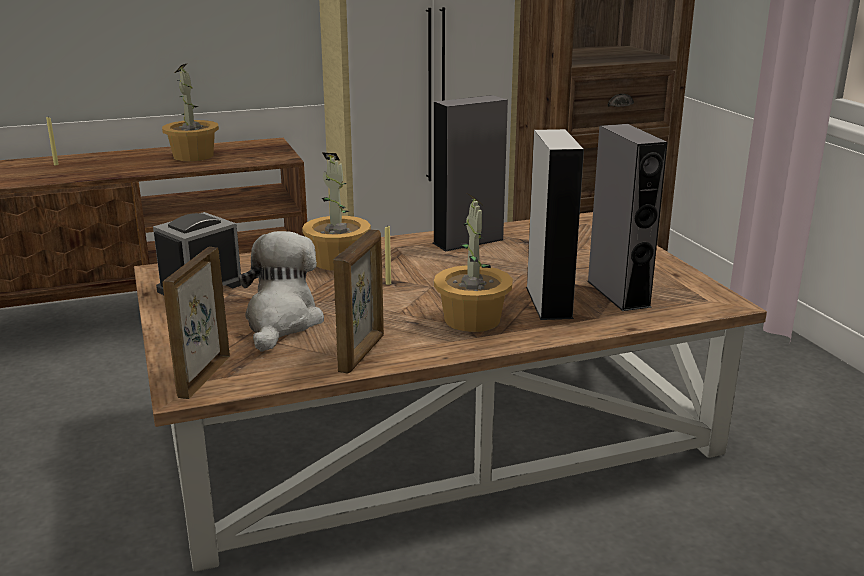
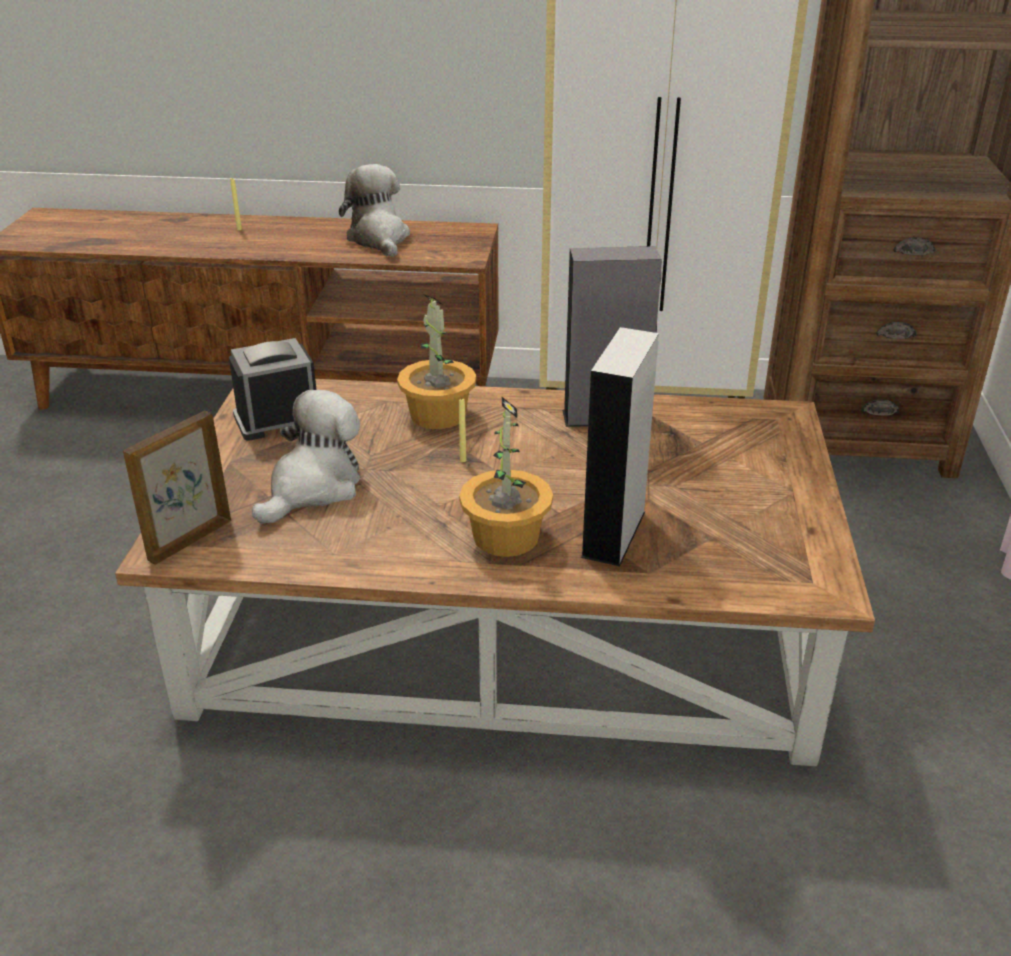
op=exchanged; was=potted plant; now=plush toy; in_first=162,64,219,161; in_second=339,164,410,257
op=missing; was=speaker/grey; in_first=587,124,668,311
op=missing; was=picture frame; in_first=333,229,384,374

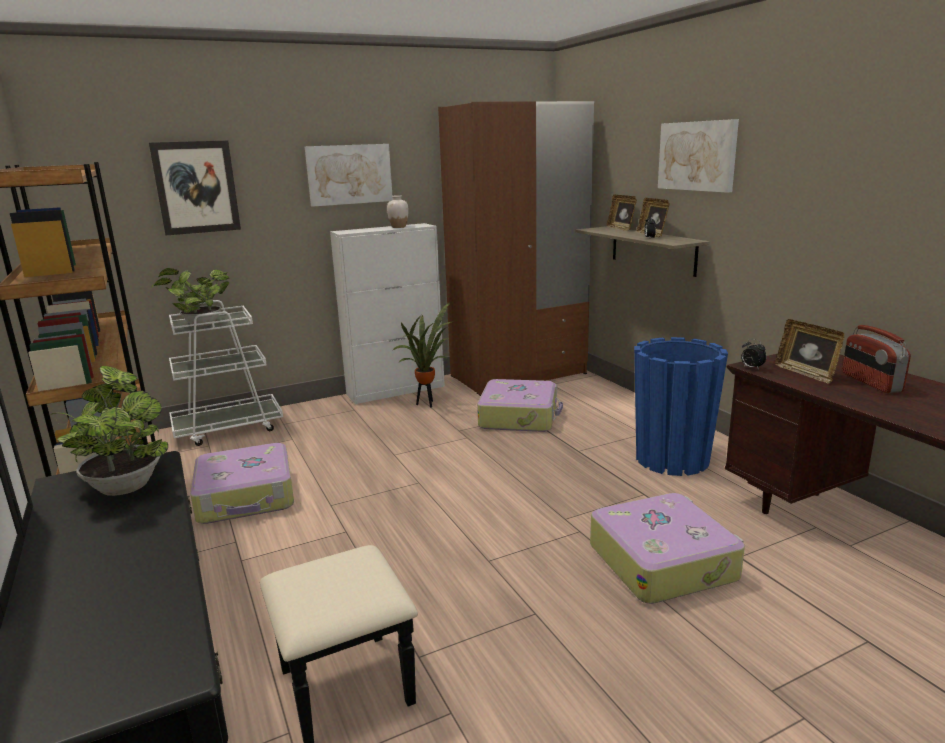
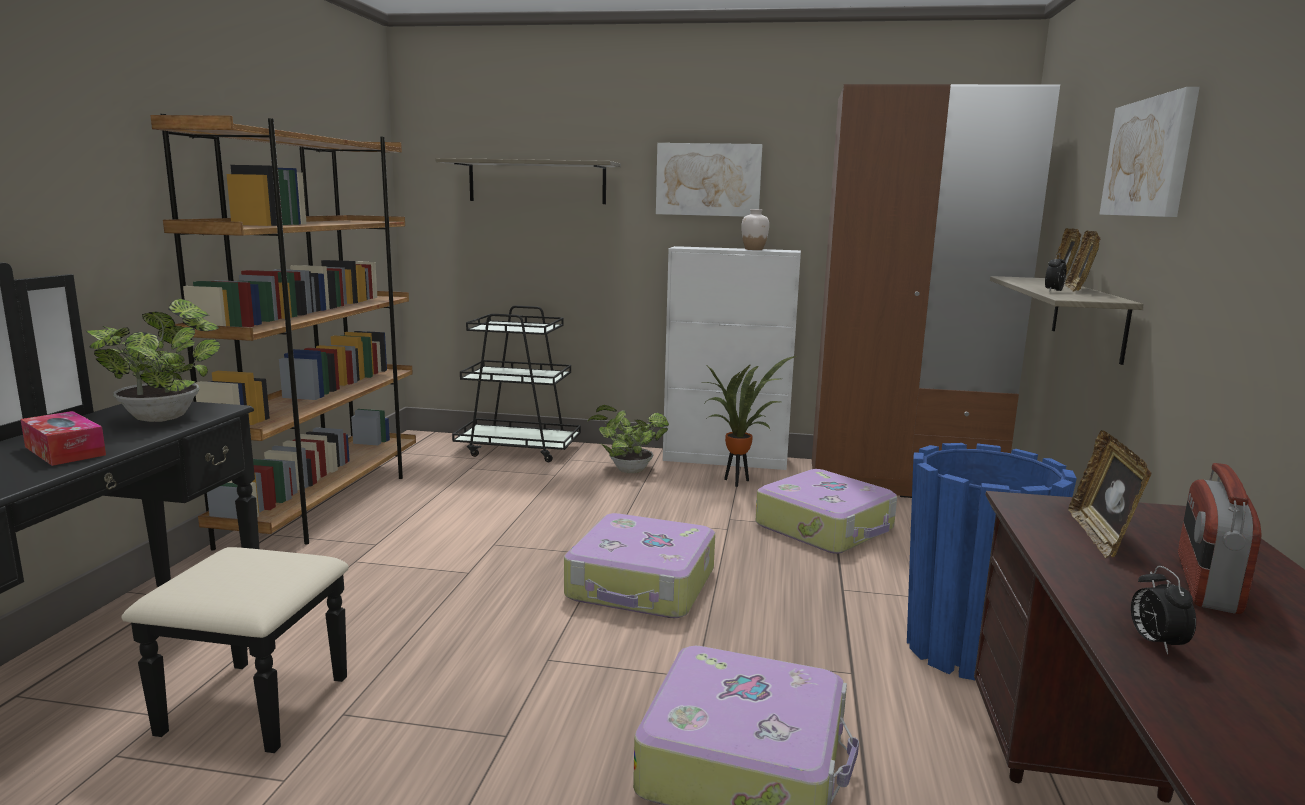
op=exchanged; was=picture; now=shelf; in_first=149,140,241,235; in_second=435,158,621,204
op=relocated; was=potted plant; in_first=152,268,230,327; in_second=587,405,669,473
op=colour; was=cart/white; now=cart/black; in_first=169,300,283,446; in_second=452,306,581,462
op=relocated; was=alarm clock; in_first=741,339,767,370; in_second=1131,566,1196,654
op=relocated; was=suitcase; in_first=190,443,294,524; in_second=564,513,715,618
op=appeared; now=tissue box; in_second=20,411,106,466

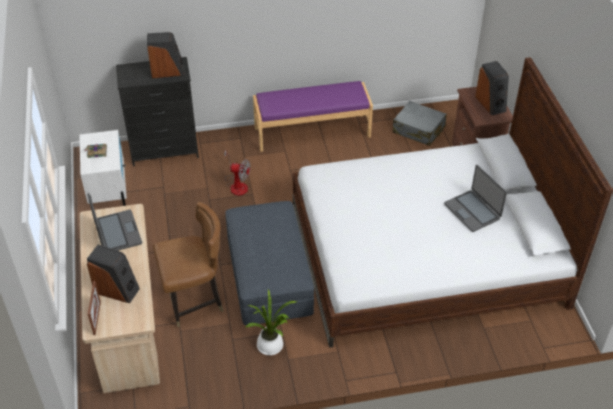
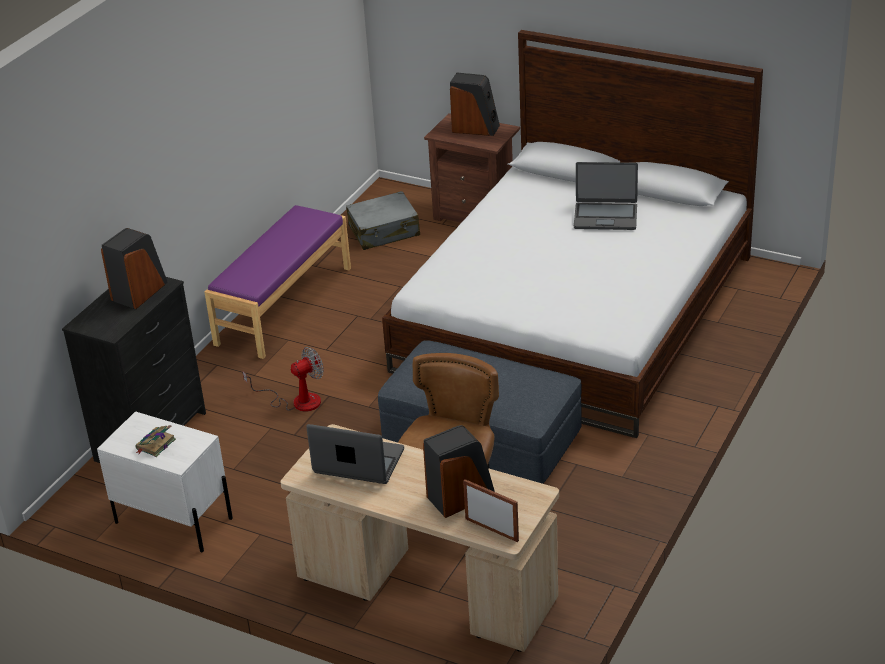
op=missing; was=potted plant; in_first=245,290,297,355

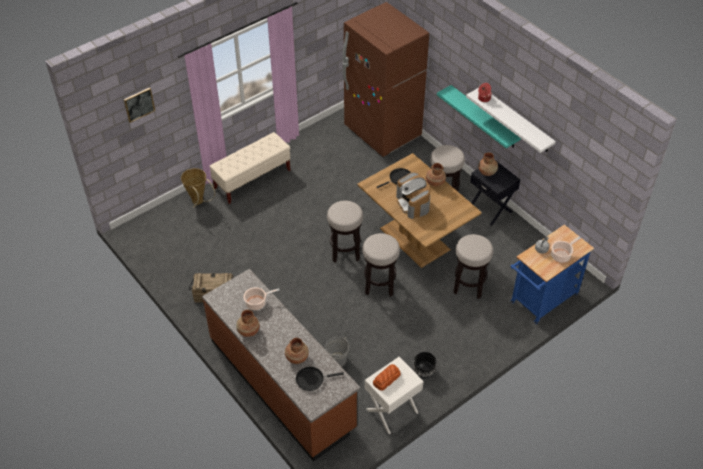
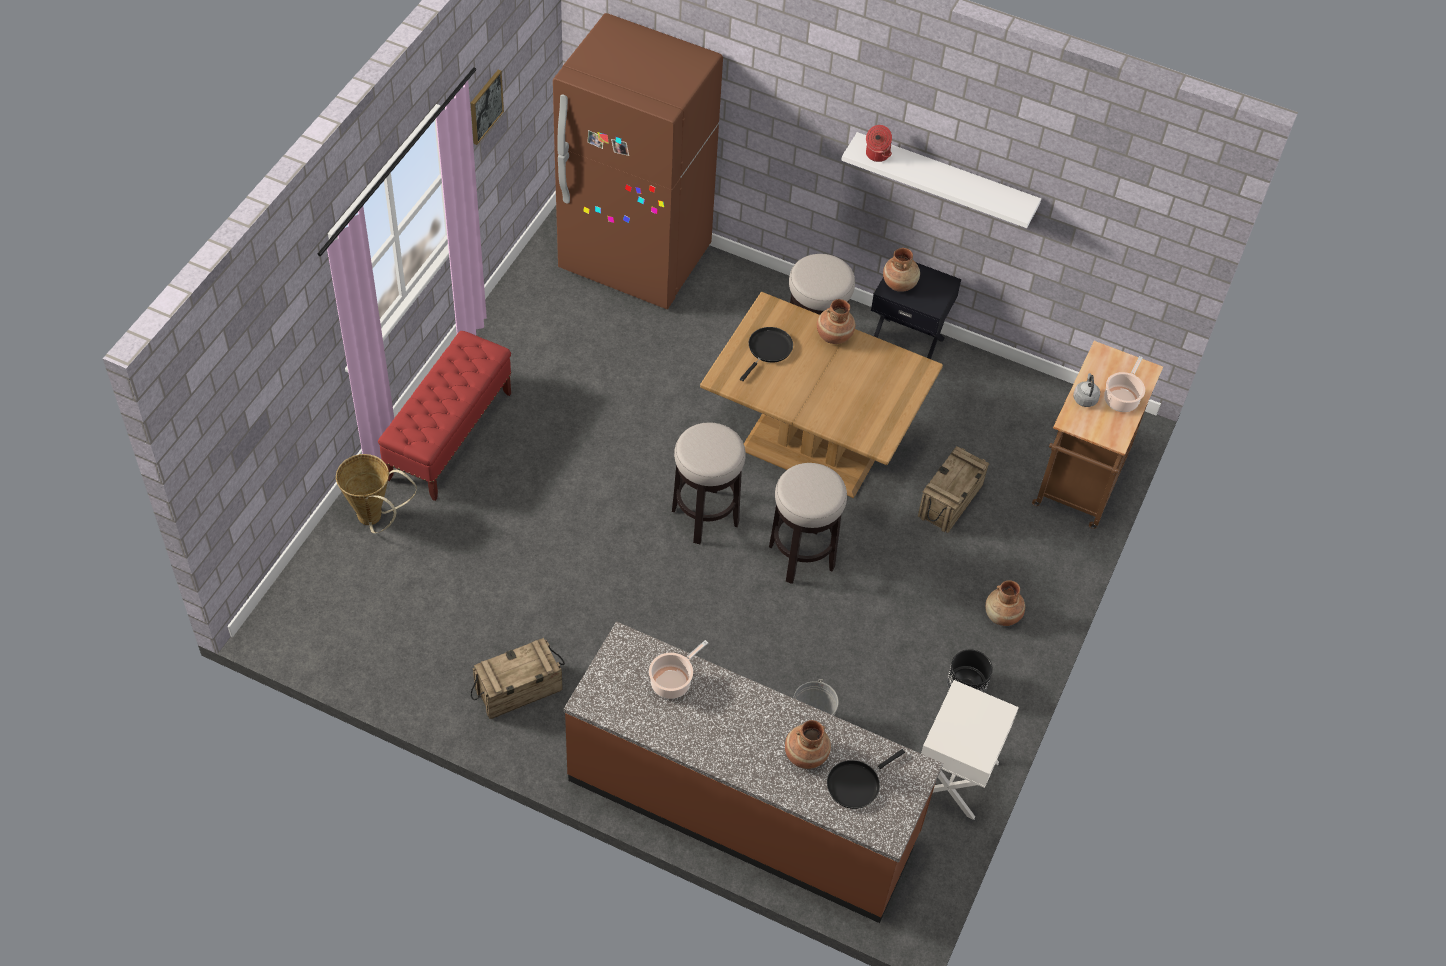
op=missing; was=shelf/turquoise; in_first=437,85,521,148
op=relocated; was=picture; in_first=124,88,155,123; in_second=471,70,504,145
op=colour; was=bench/beige; now=bench/red; in_first=210,132,291,204; in_second=378,331,511,501
op=missing; was=coffee machine; in_first=396,172,430,219
op=colour; was=cart/blue; now=cart/brown; in_first=510,225,594,324; in_second=1032,341,1163,529
op=exchanged; was=stool; now=crate; in_first=453,234,493,299; in_second=918,446,990,533
op=relocated; was=vase/brown; in_first=236,310,260,337; in_second=985,580,1025,626
op=missing; was=bread; in_first=373,364,401,390

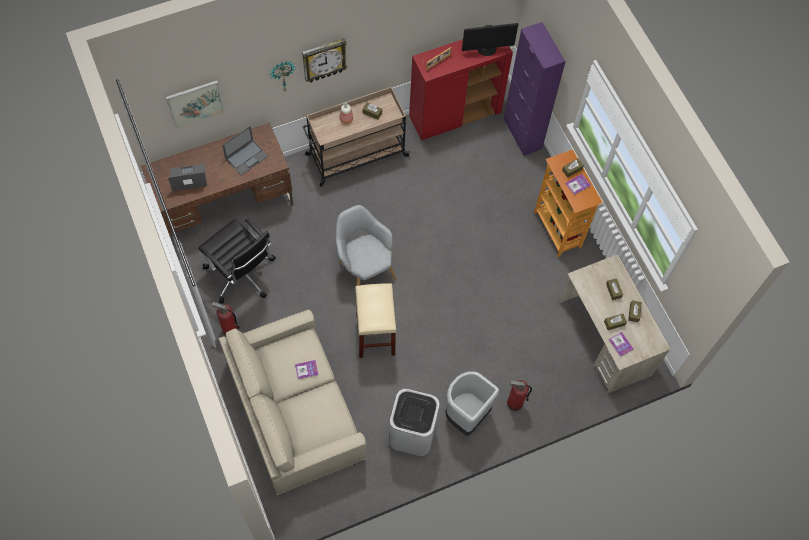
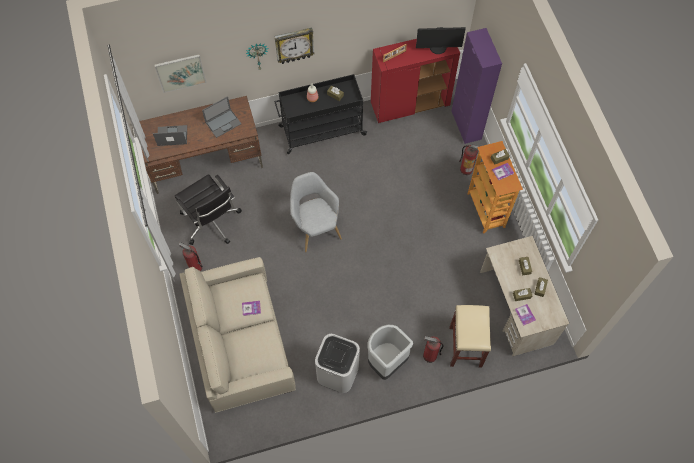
op=colour; was=cart/beige; now=cart/black; in_first=302,87,411,187; in_second=274,74,368,154
op=relocated; was=stool/beige; in_first=355,283,397,358; in_second=449,305,491,368
op=appeared; now=fire extinguisher; in_second=459,144,479,175

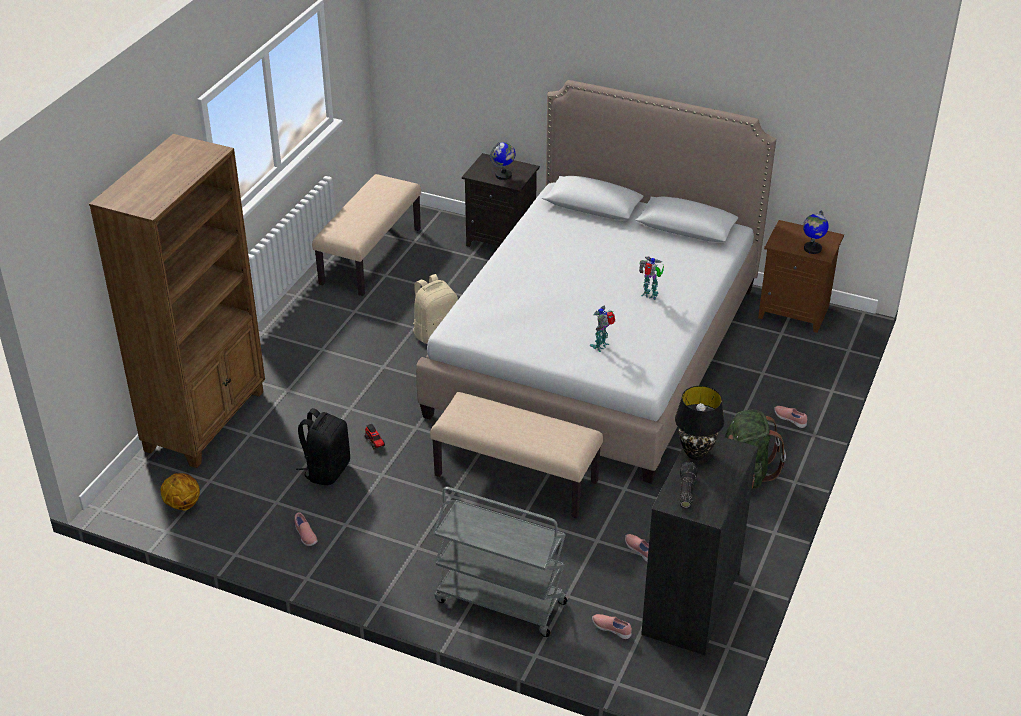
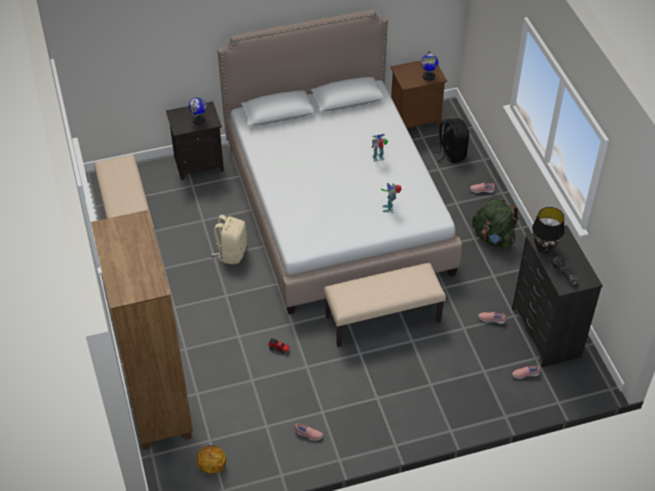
op=relocated; was=backpack/black; in_first=296,408,350,485; in_second=433,118,469,163
op=missing; was=cart/grey; in_first=433,487,568,637

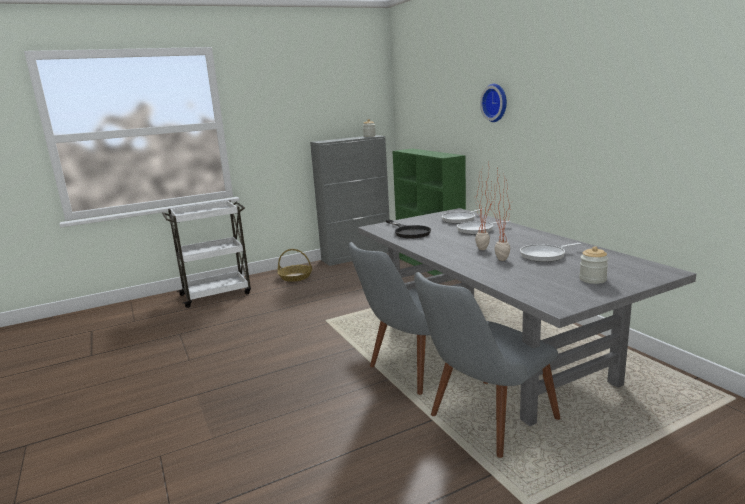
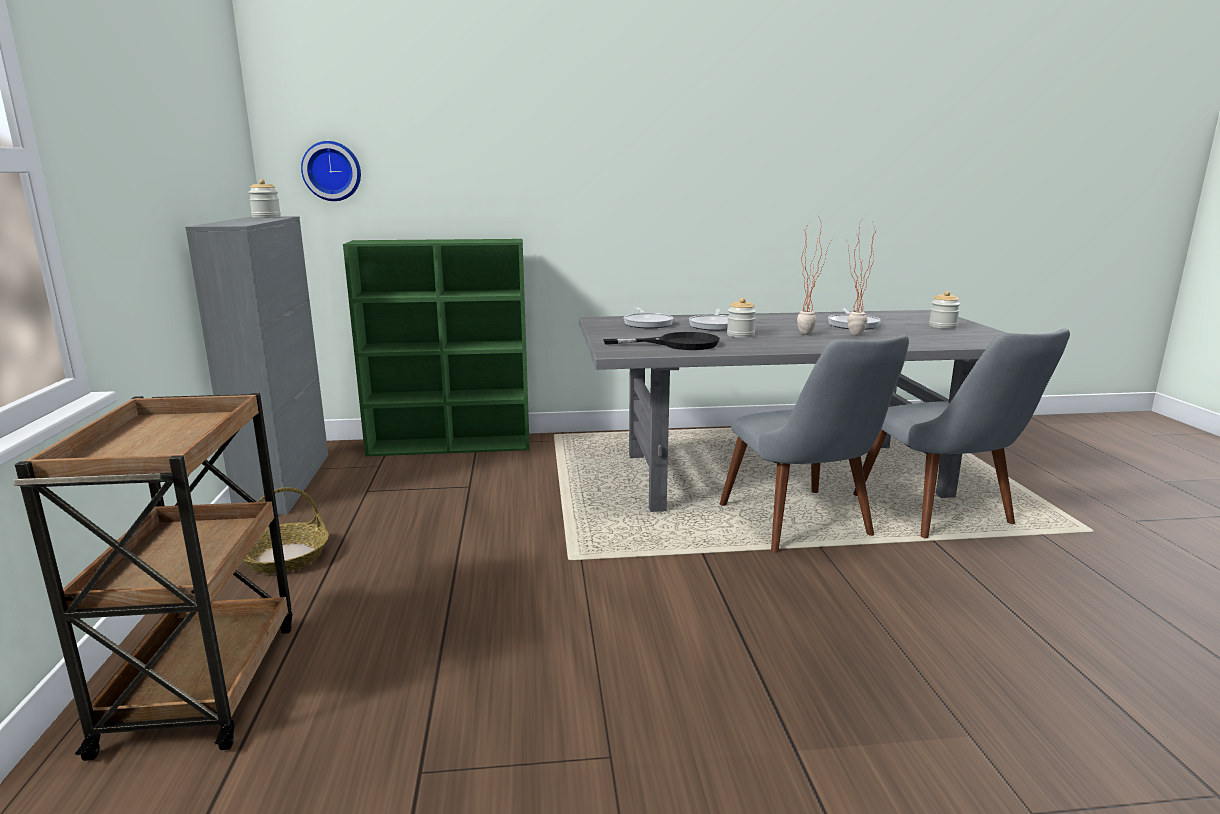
op=relocated; was=wall clock; in_first=480,84,507,122; in_second=301,141,361,201
op=colour; was=cart/white; now=cart/brown; in_first=162,200,251,308; in_second=14,393,292,761
op=appeared; now=jar; in_second=727,298,756,338

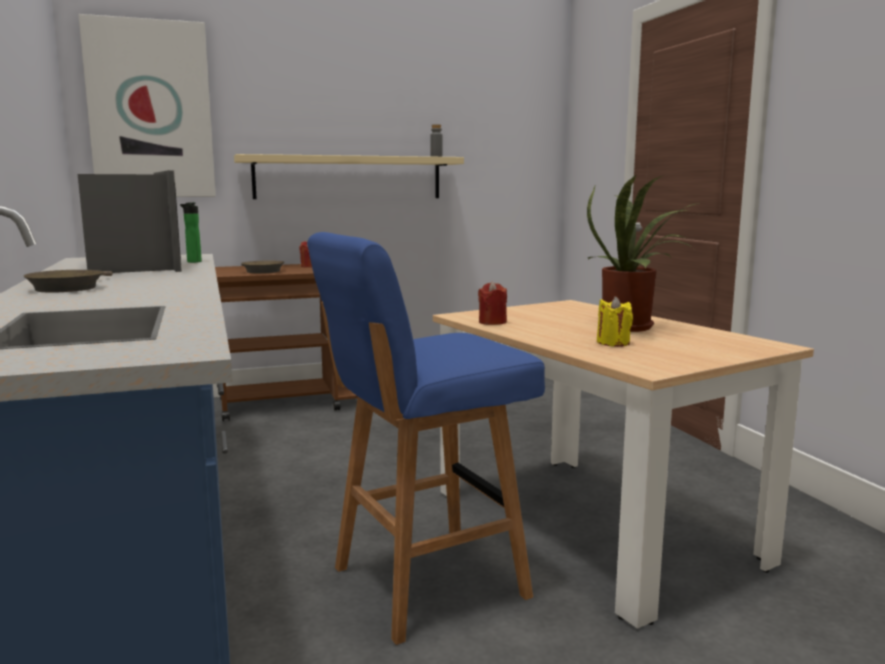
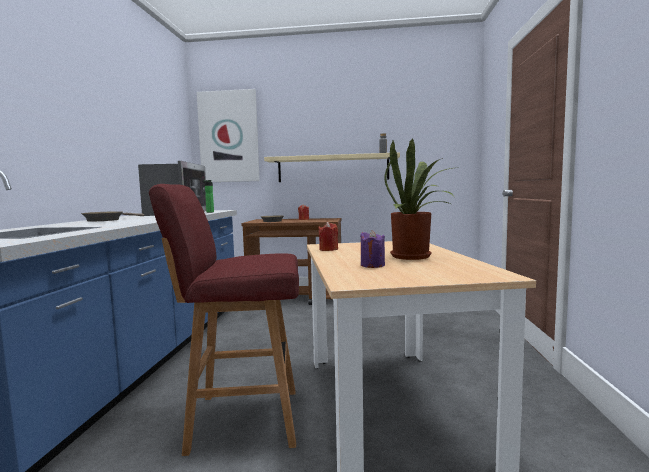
op=colour; was=stool/blue; now=stool/red; in_first=307,232,545,645; in_second=149,184,299,456
op=colour; was=candle/yellow; now=candle/purple; in_first=597,296,633,347; in_second=360,230,385,268

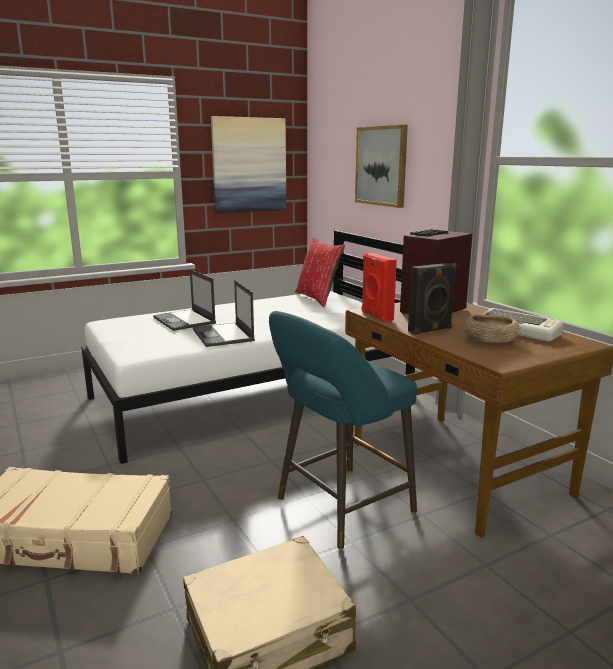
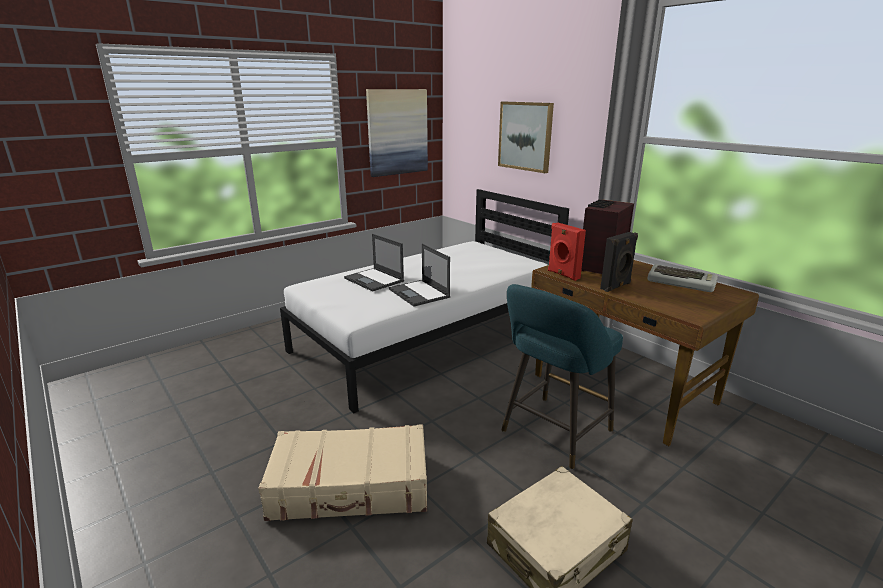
op=missing; was=pillow/red; in_first=295,237,345,307
op=missing; was=bowl/beige; in_first=464,314,521,343

